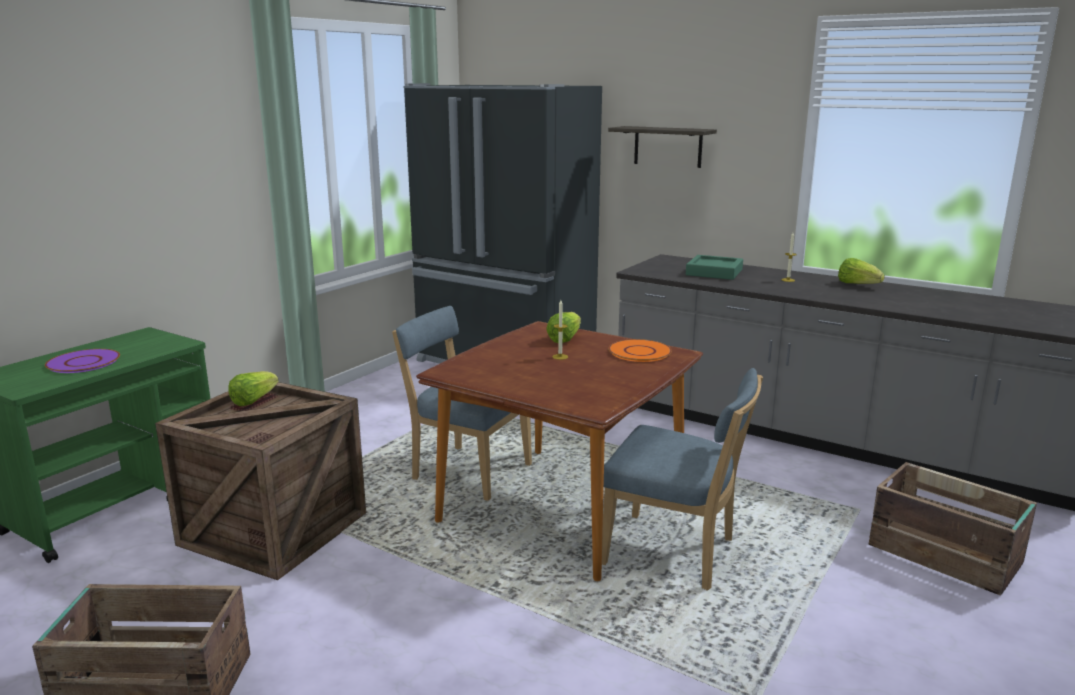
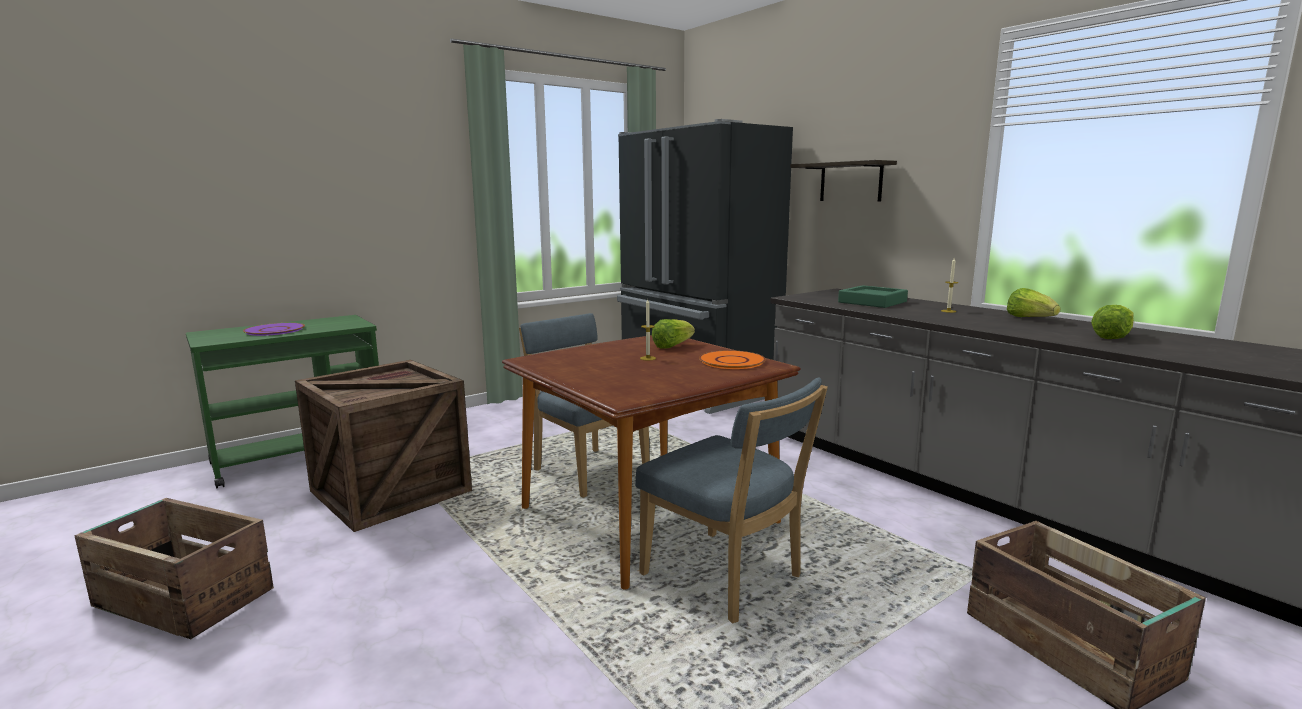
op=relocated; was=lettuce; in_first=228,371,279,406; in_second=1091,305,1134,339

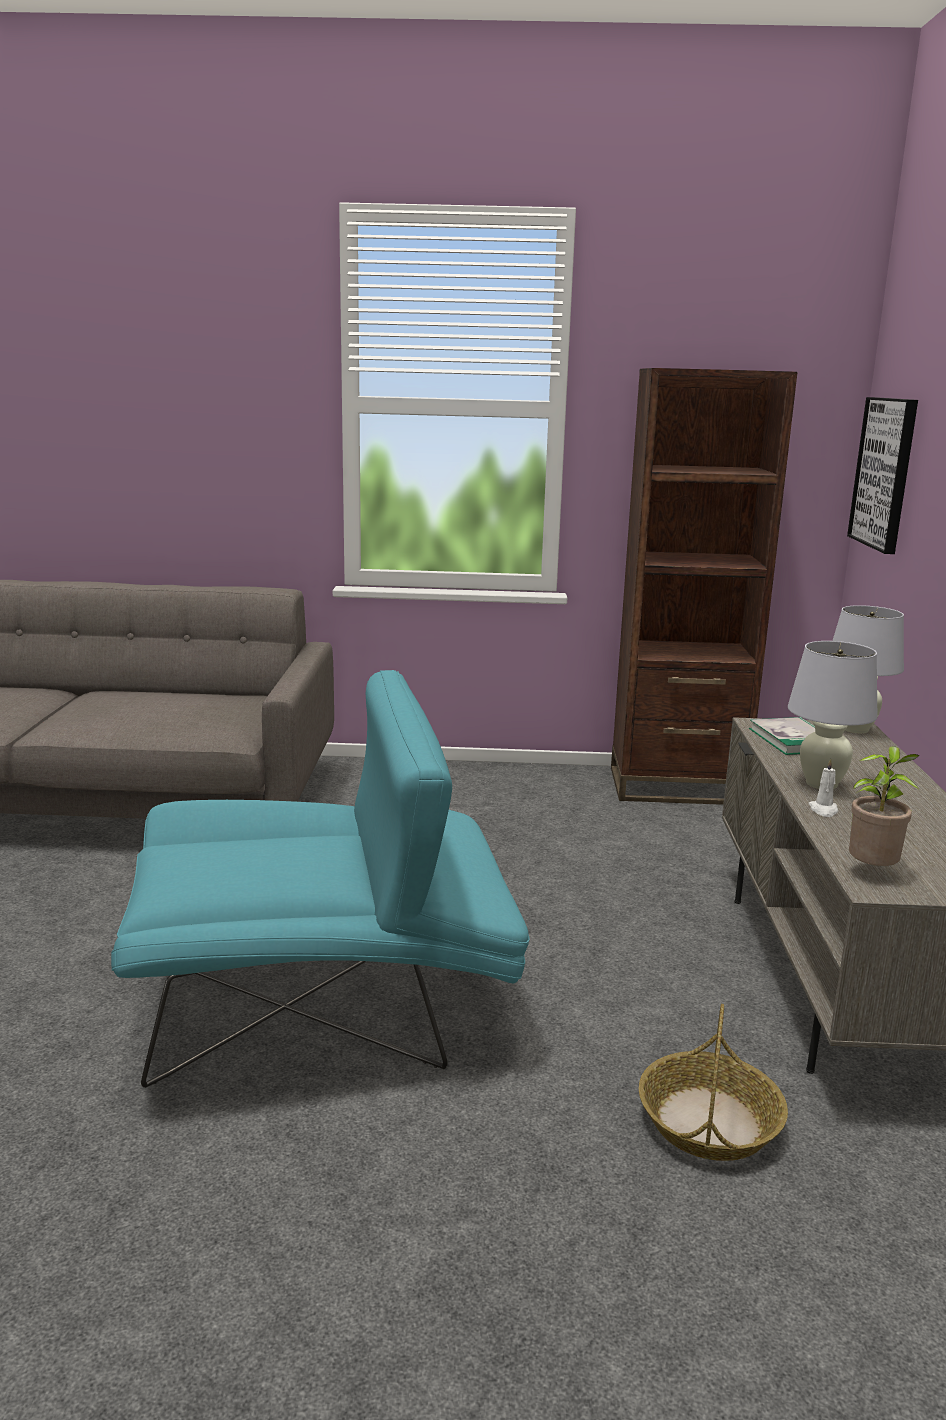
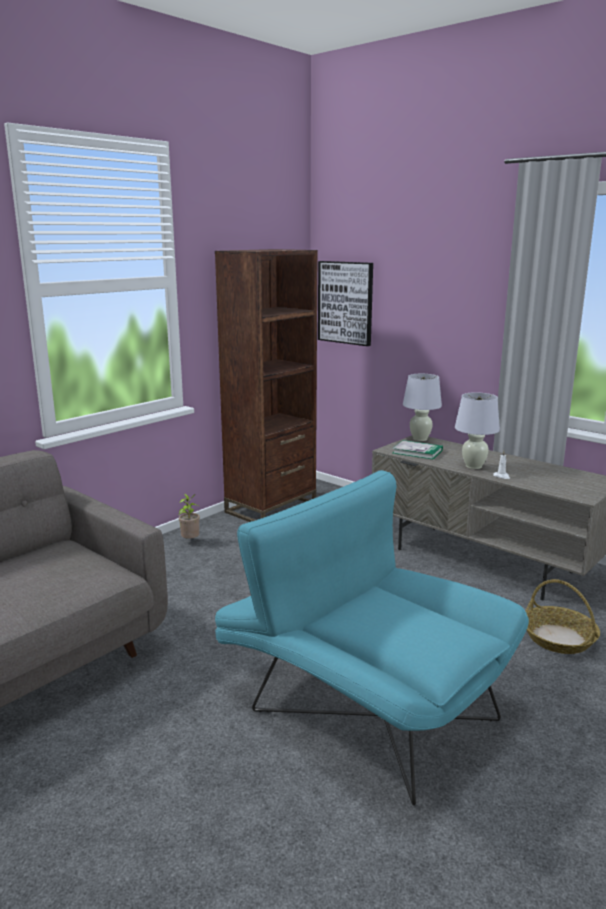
op=spun; was=armchair/turquoise; in_first=111,670,530,1088; in_second=215,470,529,806; clockwise=-75
op=relocated; was=potted plant; in_first=849,746,920,866; in_second=178,494,200,539

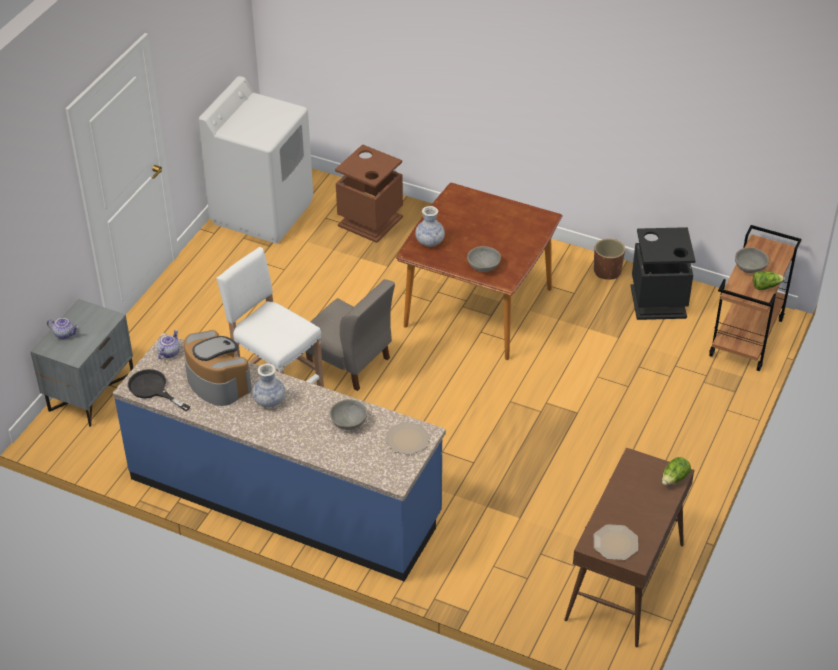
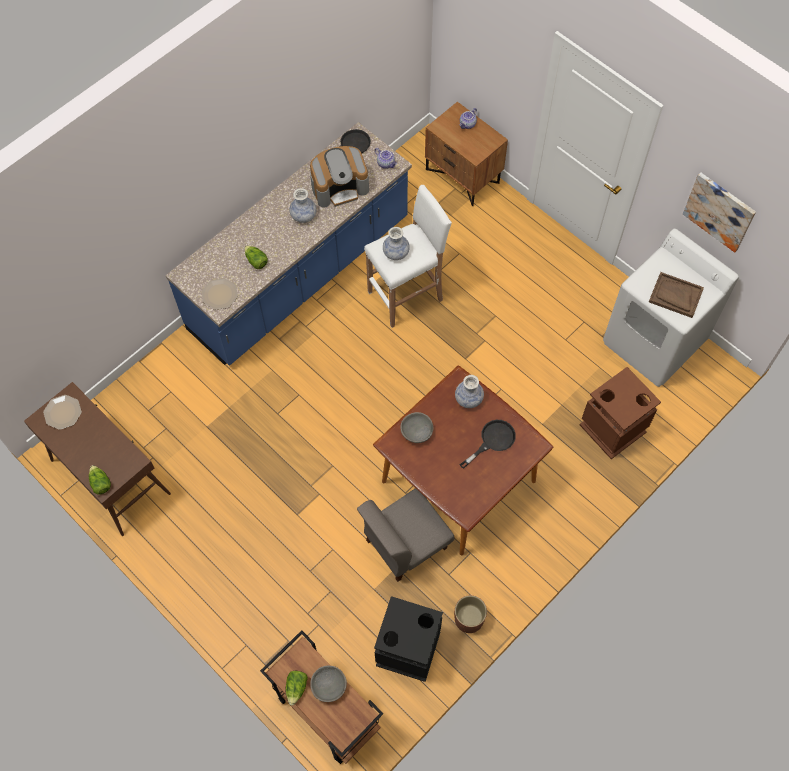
op=relocated; was=chair/grey; in_first=305,279,395,391; in_second=357,488,454,582
op=colour; was=nightstand/grey; now=nightstand/brown; in_first=30,299,133,427; in_second=425,102,508,206
op=exchanged; was=bowl/grey; now=lettuce; in_first=329,399,367,430; in_second=244,245,268,269
op=appeared; now=picture; in_second=683,172,756,252
op=appeared; now=vase; in_second=383,227,410,260
op=appeared; now=tray/brown; in_second=649,272,704,318
op=appeared; now=frying pan/black; in_second=459,420,516,469

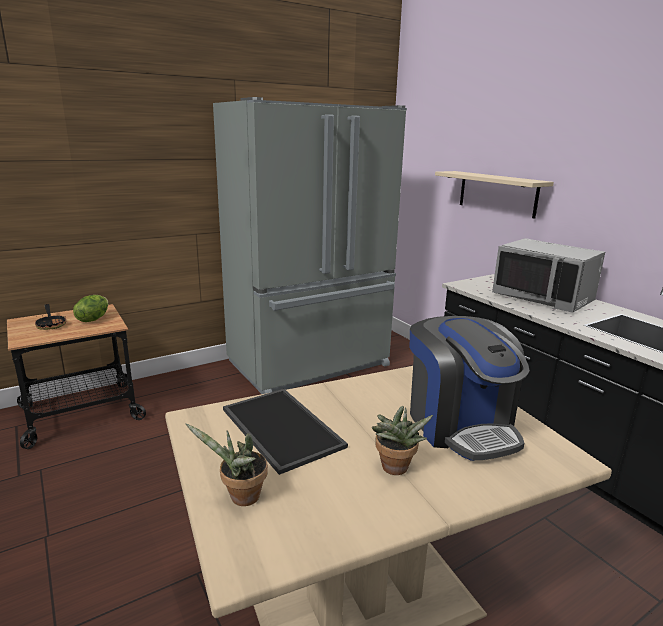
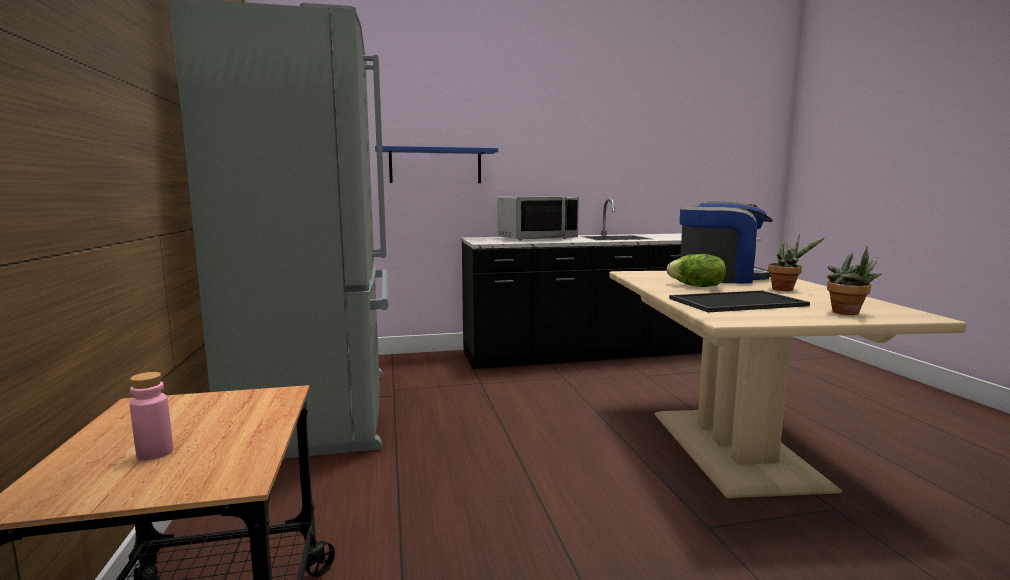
op=colour; was=shelf/beige; now=shelf/blue; in_first=435,171,554,219; in_second=375,146,498,183
op=relocated; was=lettuce; in_first=73,295,109,322; in_second=667,254,726,287
op=exchanged; was=frying pan; now=bottle/pink; in_first=35,304,66,330; in_second=130,372,173,460

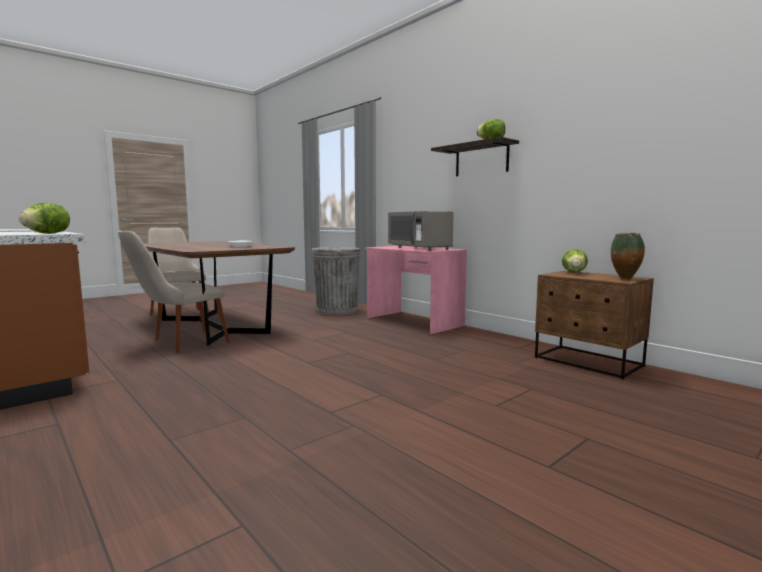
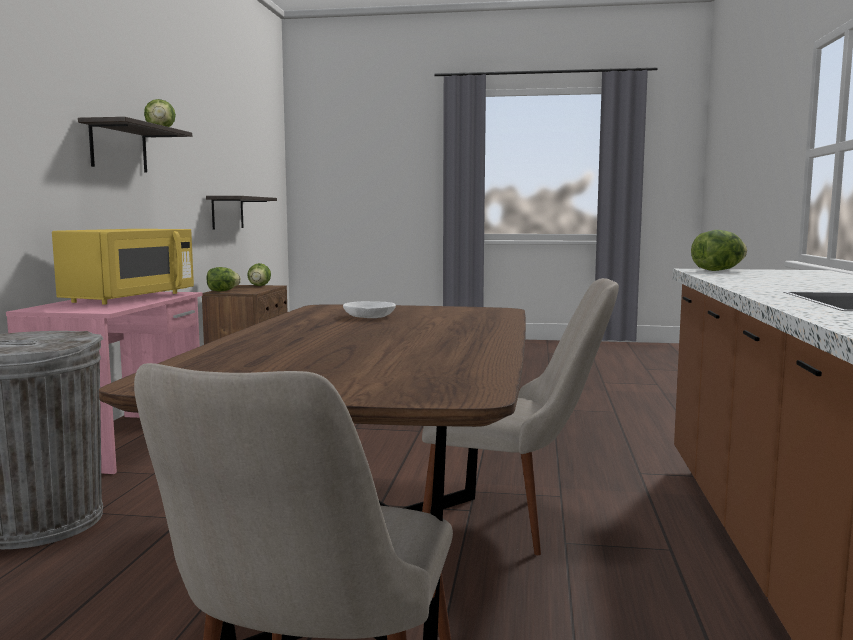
op=colour; was=microwave/grey; now=microwave/yellow; in_first=388,211,454,251; in_second=52,229,194,305
op=exchanged; was=vase; now=lettuce; in_first=611,233,645,280; in_second=247,263,271,286
op=appeared; now=shelf; in_second=206,196,277,229

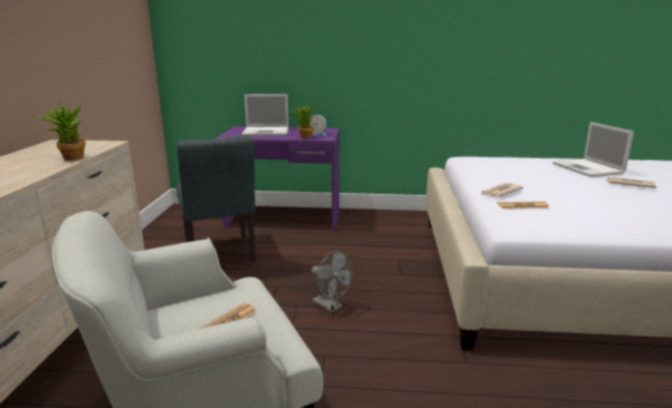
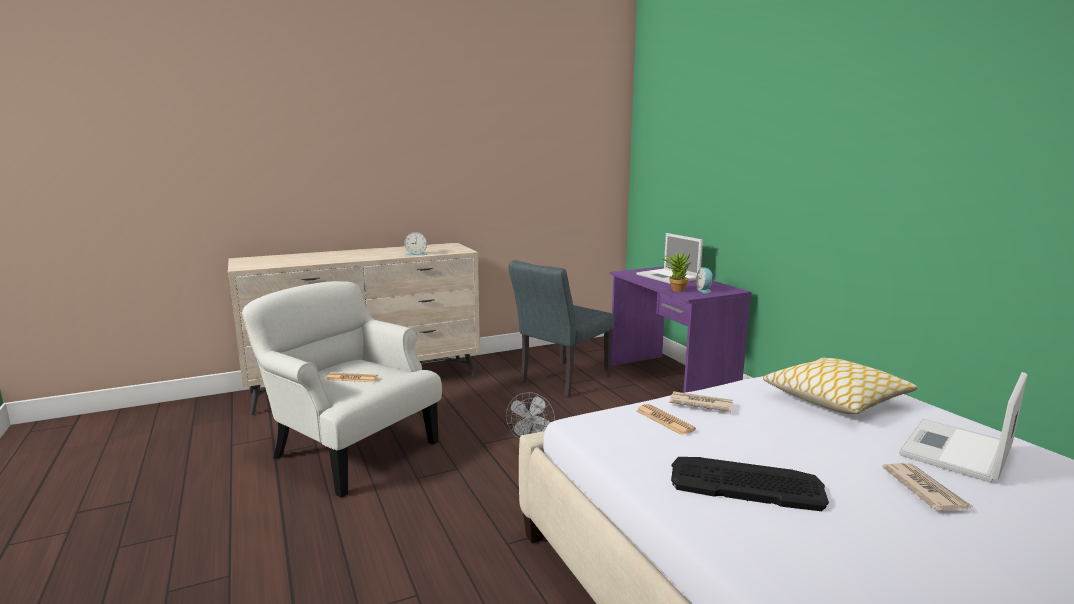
op=exchanged; was=potted plant; now=alarm clock; in_first=36,103,86,160; in_second=404,232,428,255
op=appeared; now=pillow; in_second=763,358,918,414
op=appeared; now=keyboard; in_second=671,457,829,511

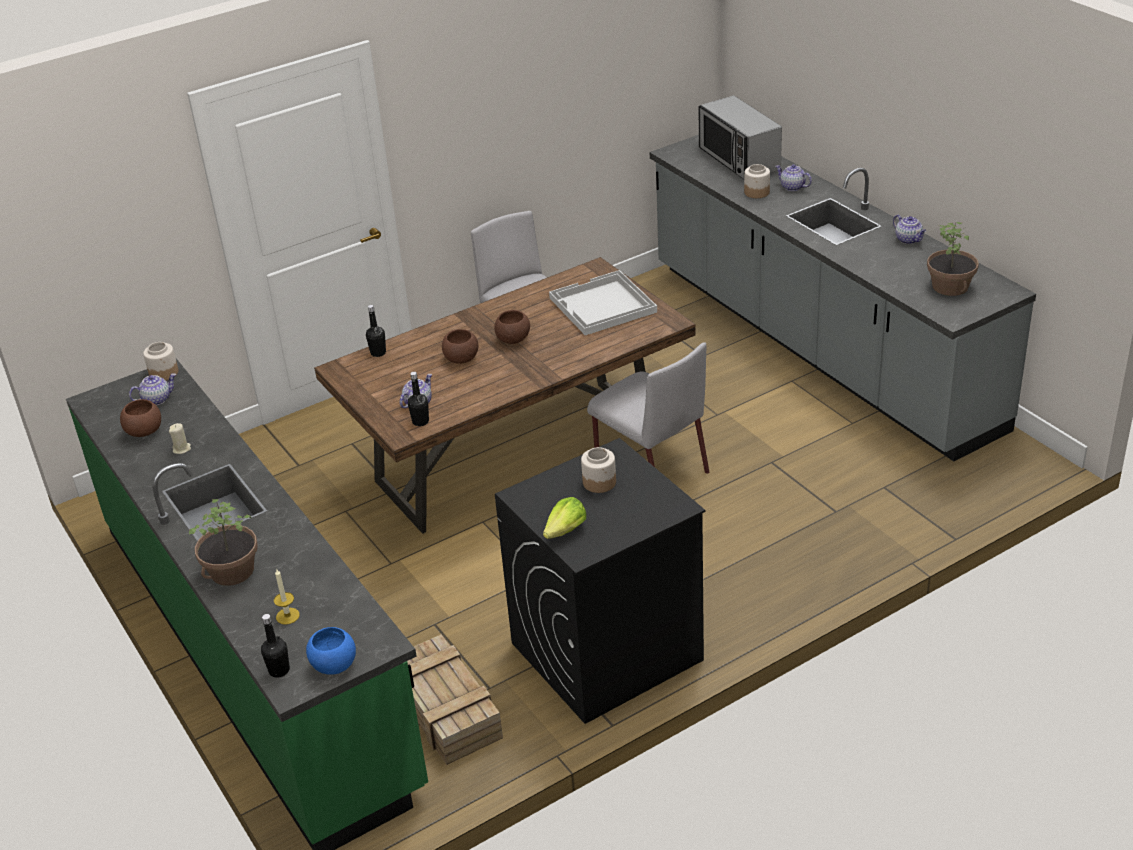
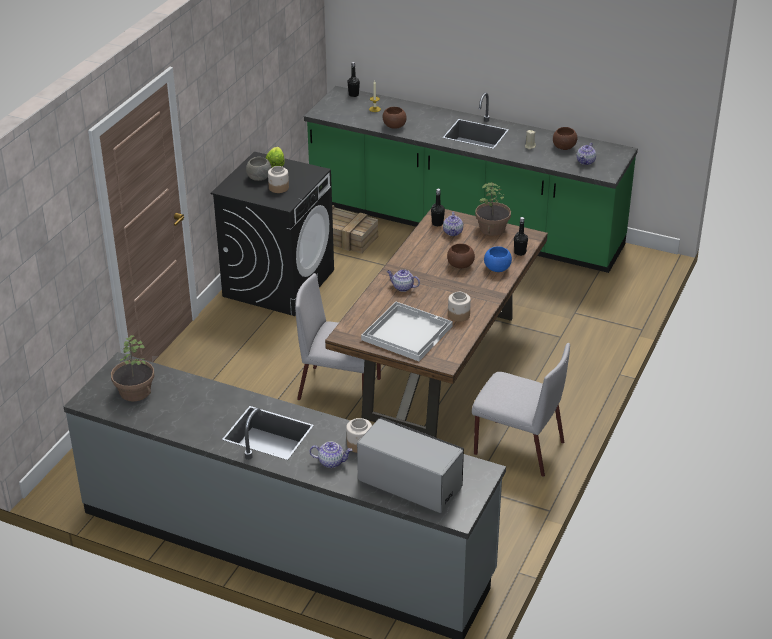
op=relocated; was=teapot; in_first=893,215,926,244; in_second=387,269,420,292
op=relocated; was=bowl/brown; in_first=494,310,530,344; in_second=382,107,407,129
op=relocated; was=jar; in_first=143,342,179,381; in_second=448,292,471,322
op=relocated; was=potted plant; in_first=189,499,258,586; in_second=475,183,511,236
op=relocated; was=bowl/blue; in_first=306,627,356,675; in_second=484,247,512,272
op=appeared; now=bowl/grey; in_second=246,157,272,181

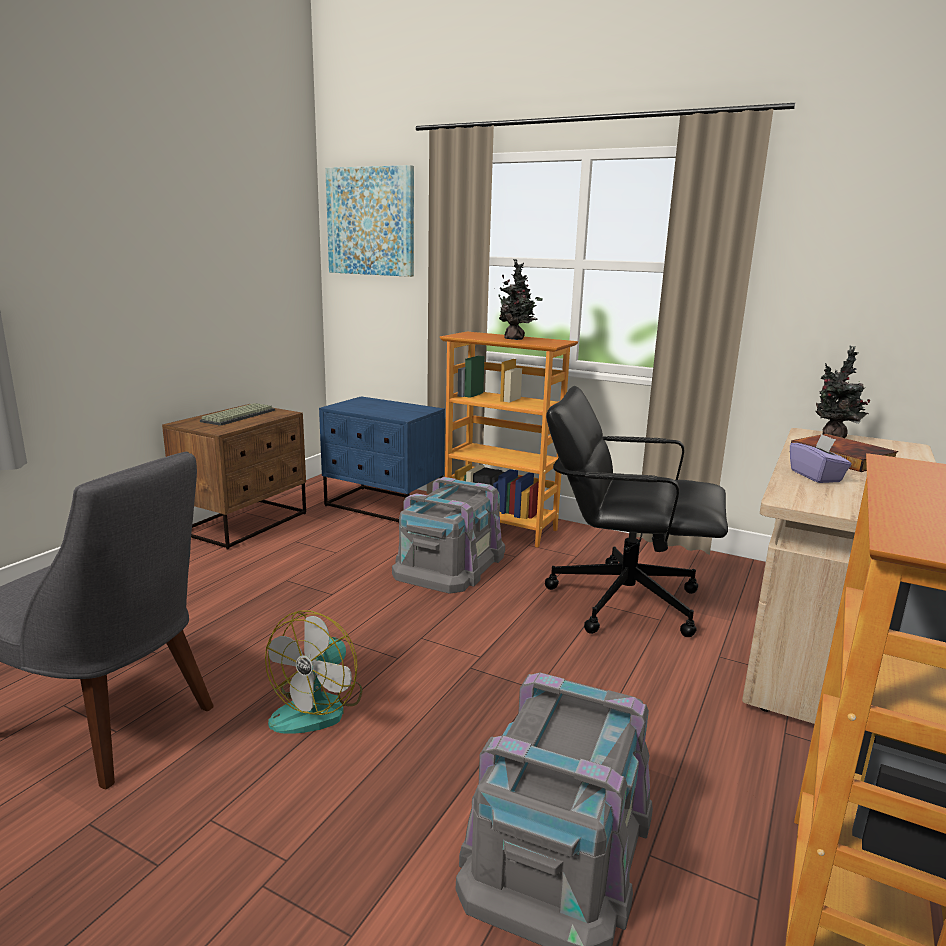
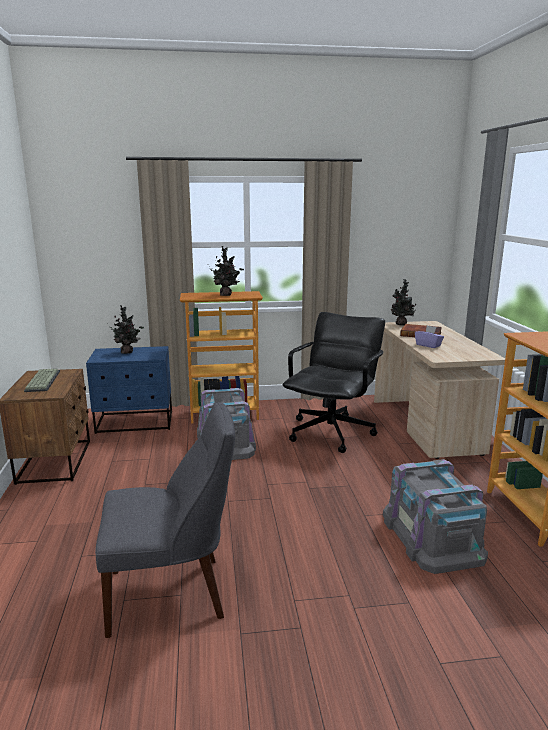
op=missing; was=picture; in_first=325,165,414,277
op=spun; was=office chair/black; in_first=545,386,728,637; in_second=283,312,385,453; clockwise=135
op=missing; was=fan; in_first=265,611,363,734
op=appeared; now=potted plant; in_second=111,305,144,354

